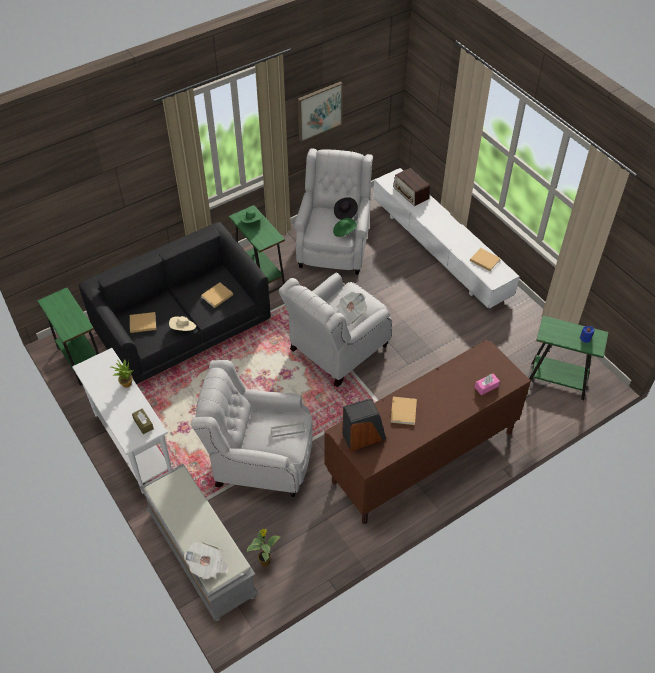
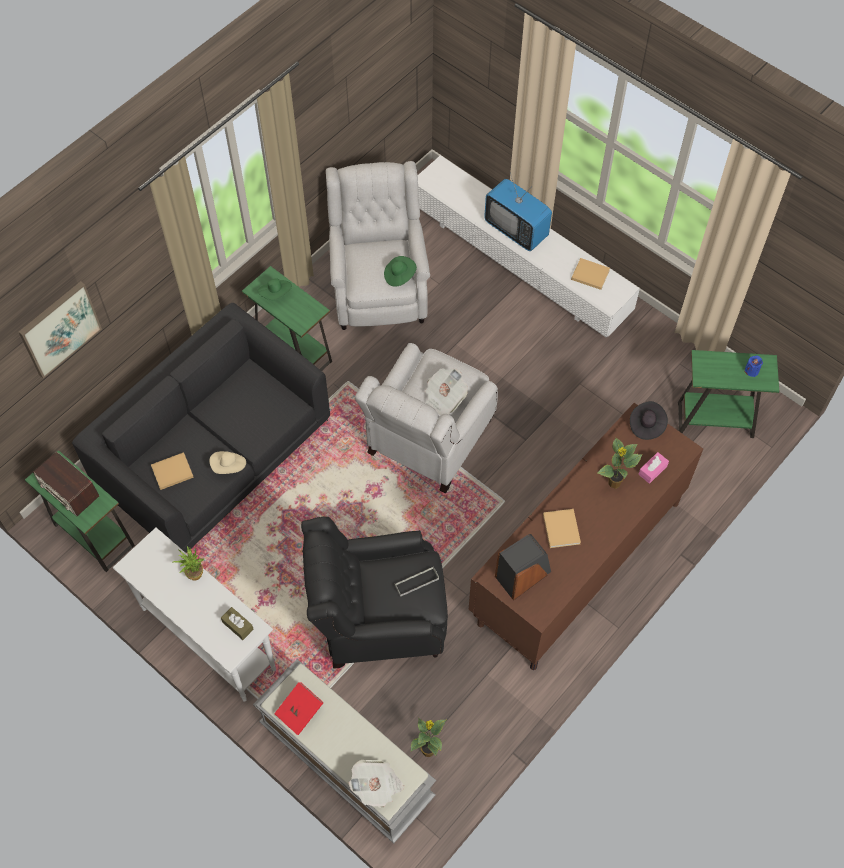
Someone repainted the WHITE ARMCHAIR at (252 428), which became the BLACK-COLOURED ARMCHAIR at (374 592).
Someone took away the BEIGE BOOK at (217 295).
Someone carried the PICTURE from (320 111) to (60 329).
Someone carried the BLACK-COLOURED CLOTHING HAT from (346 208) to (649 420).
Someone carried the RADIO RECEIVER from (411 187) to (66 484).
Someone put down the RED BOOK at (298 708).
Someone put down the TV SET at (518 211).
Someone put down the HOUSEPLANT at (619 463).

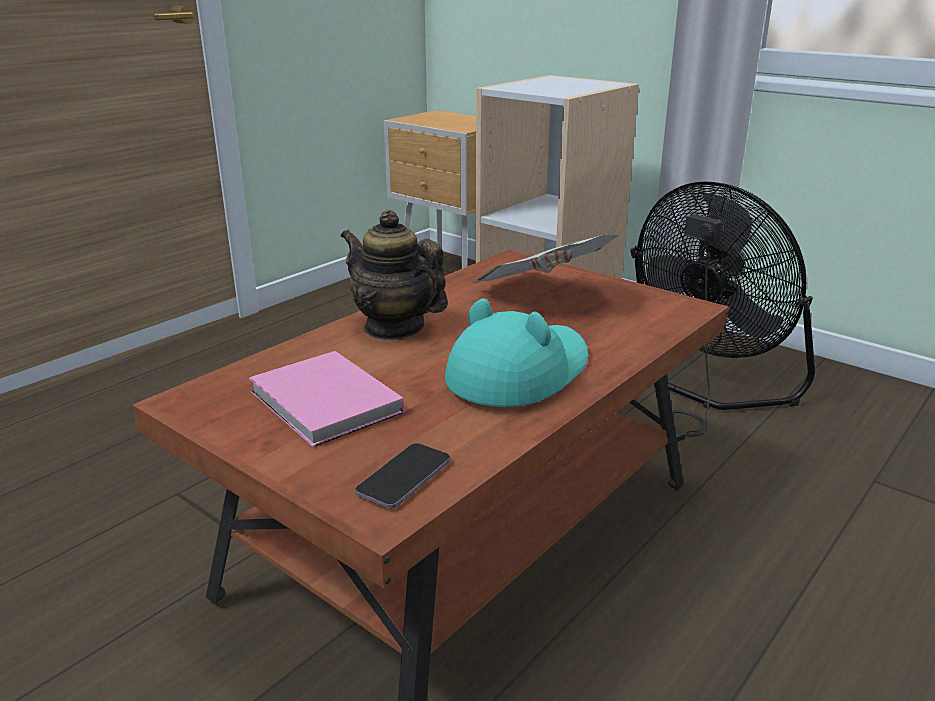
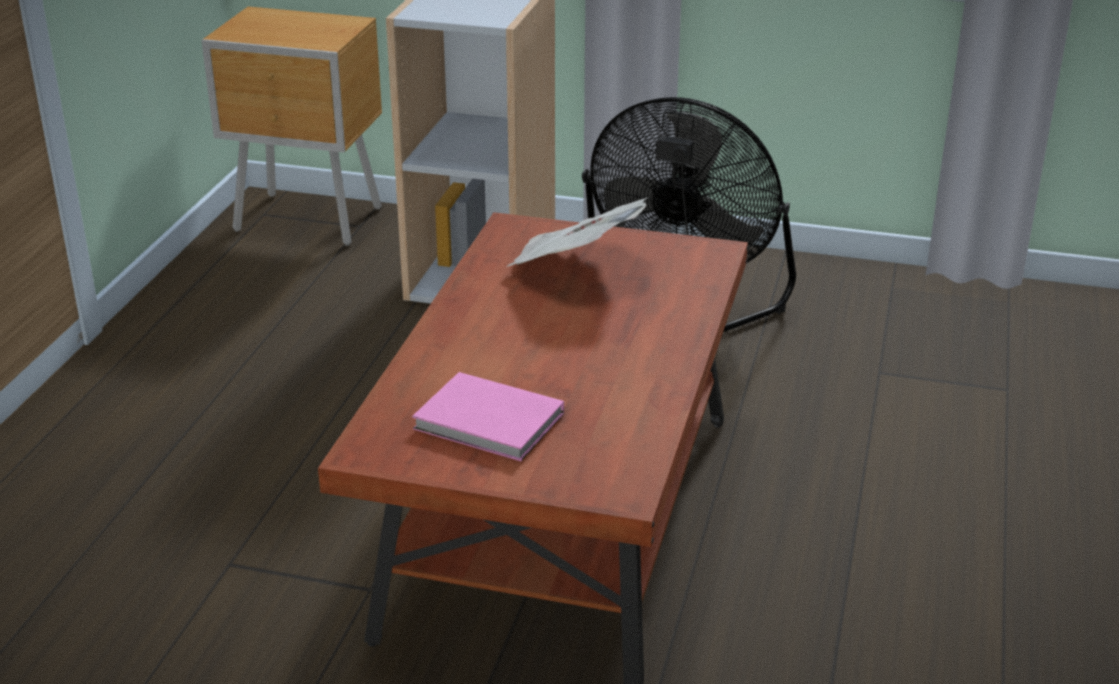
Someone took away the TEA POT at (394 274).
Someone took away the HANDSET at (402 476).
Someone took away the BLUE-GREEN CLOTHING HAT at (516 352).

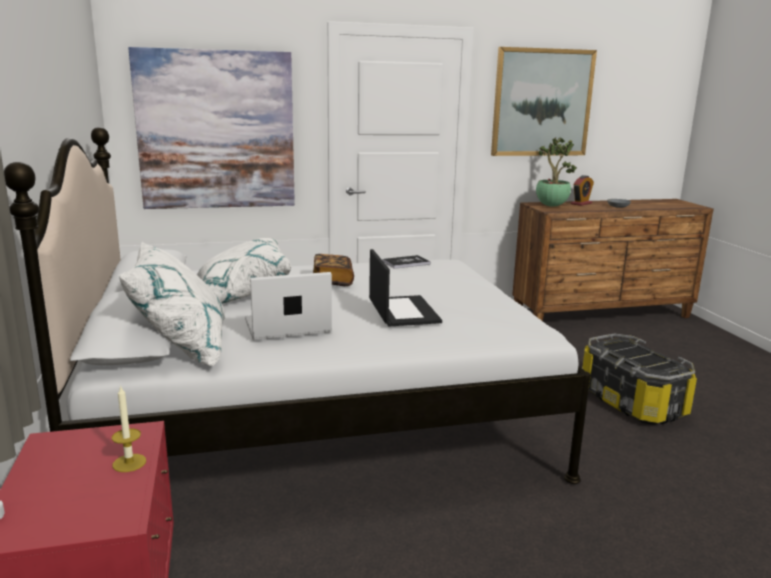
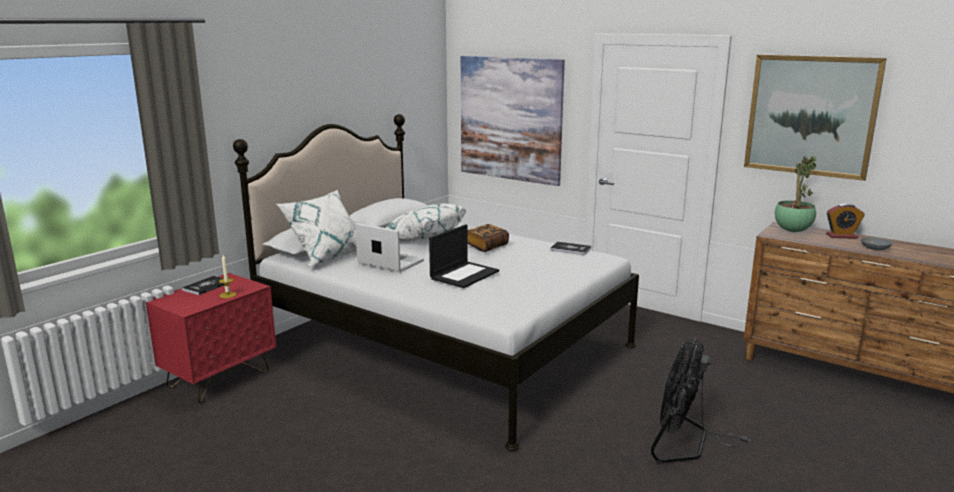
Someone swapped the STORAGE CONTAINER at (639 379) for the BLACK-COLOURED COOLING FAN at (700 401).
Someone put down the BOOK at (206 285).

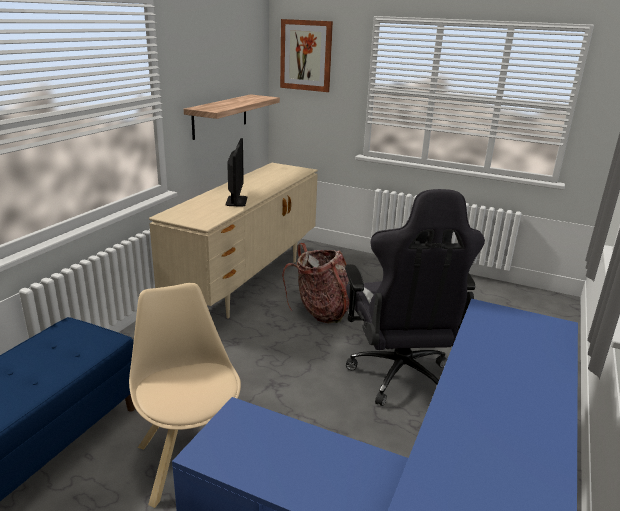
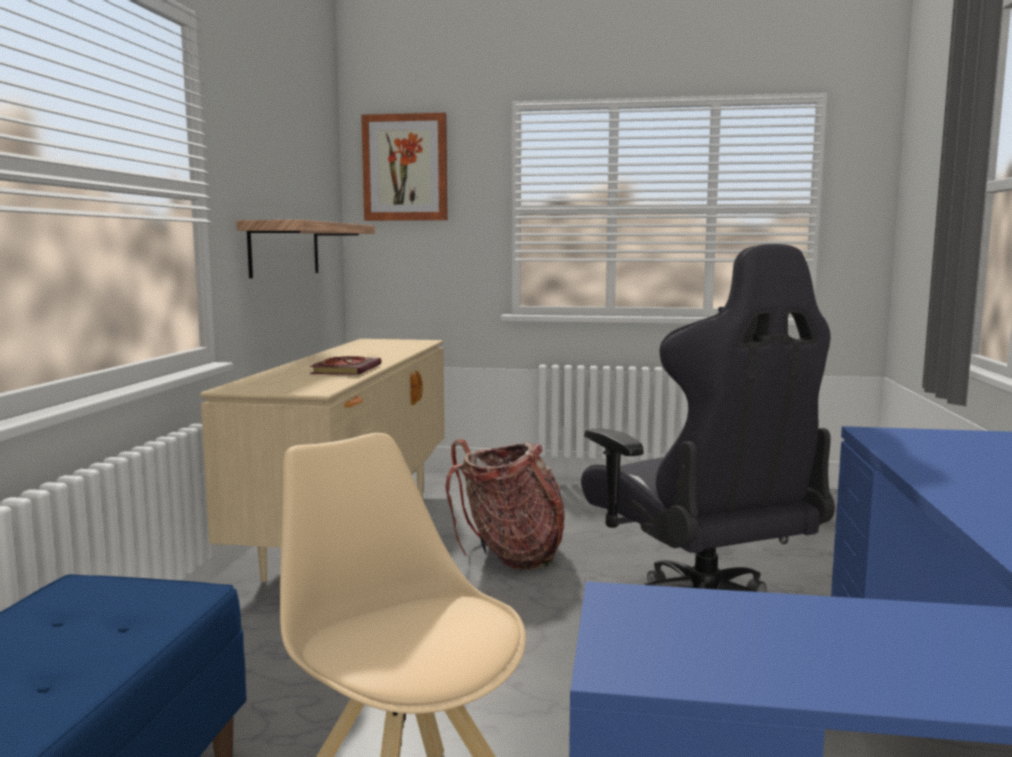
Someone swapped the MONITOR at (236 172) for the BOOK at (346 365).

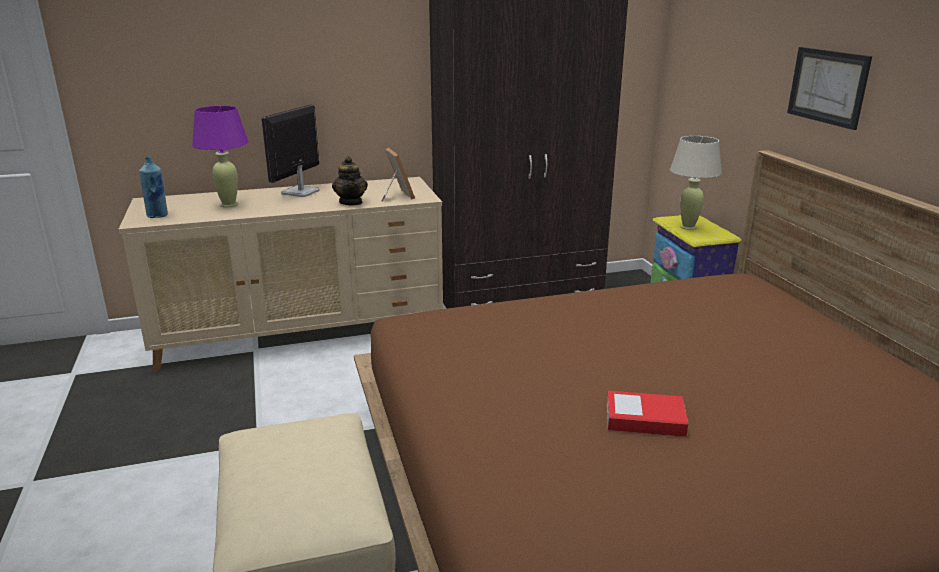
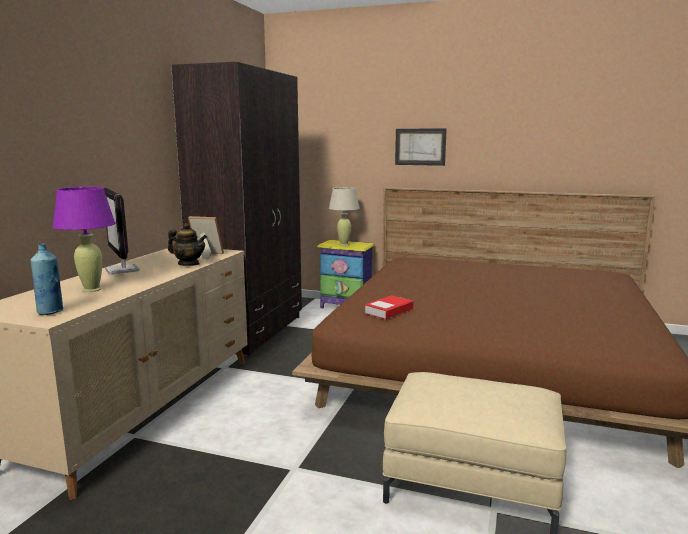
Someone carried the BOOK from (647 414) to (389 307).

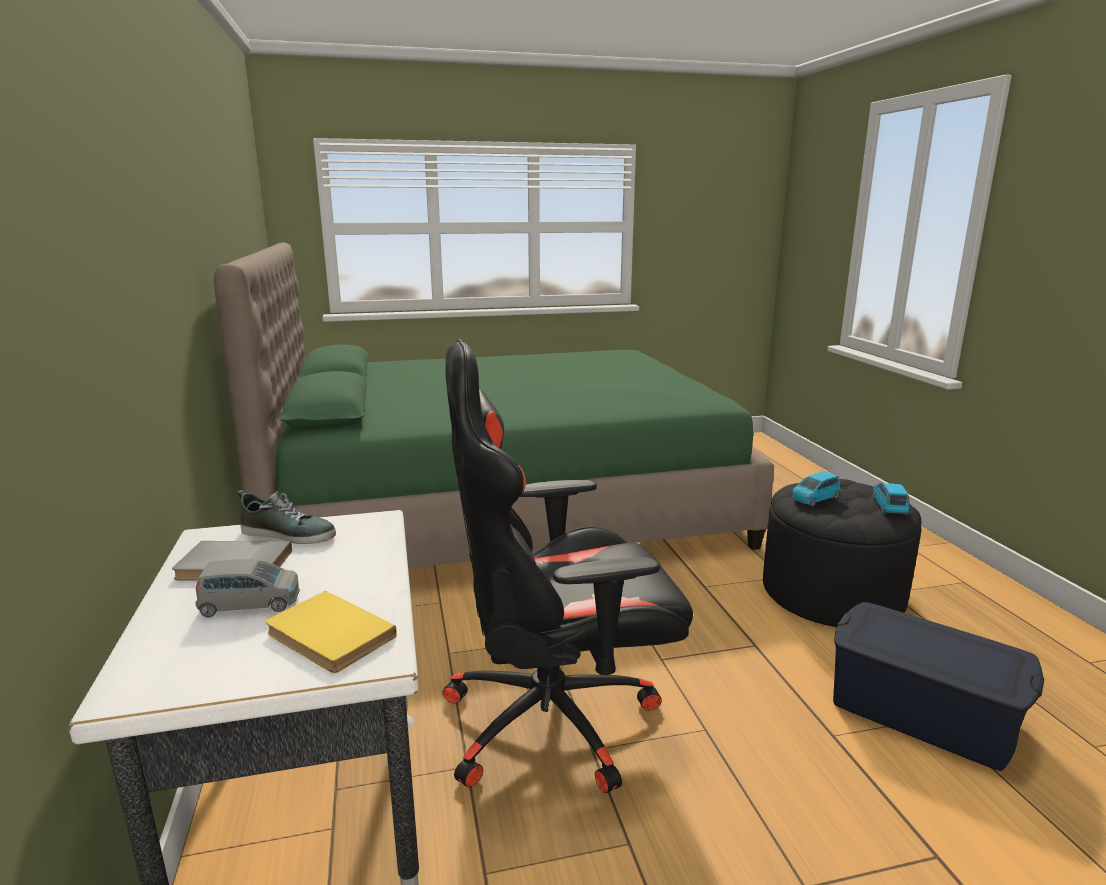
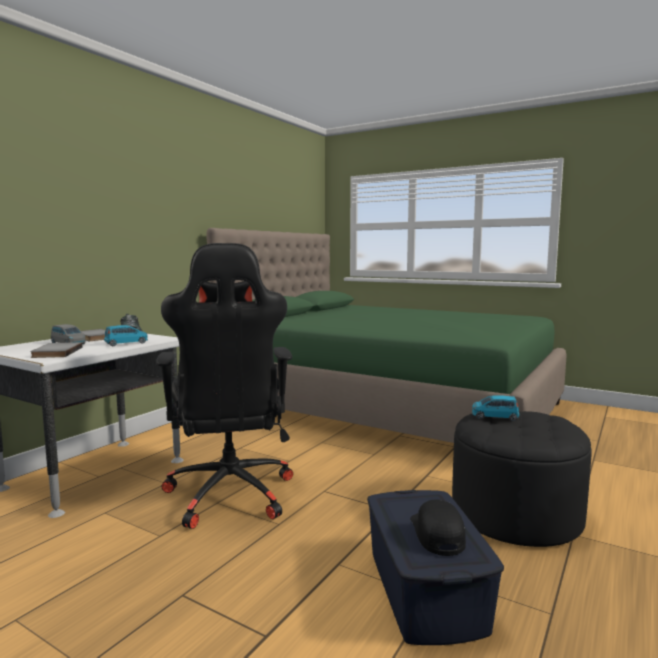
Someone repainted the YELLOWISH BOOK at (331 632), which became the GREYISH BOOK at (56 350).
Someone rotated the BLACK-COLOURED DESK CHAIR at (568 566) by 135 degrees counterclockwise.
Someone carried the BLUE-COLOURED TOY CAR from (891 499) to (126 335).
Someone put down the BLACK-COLOURED CAP at (438 527).

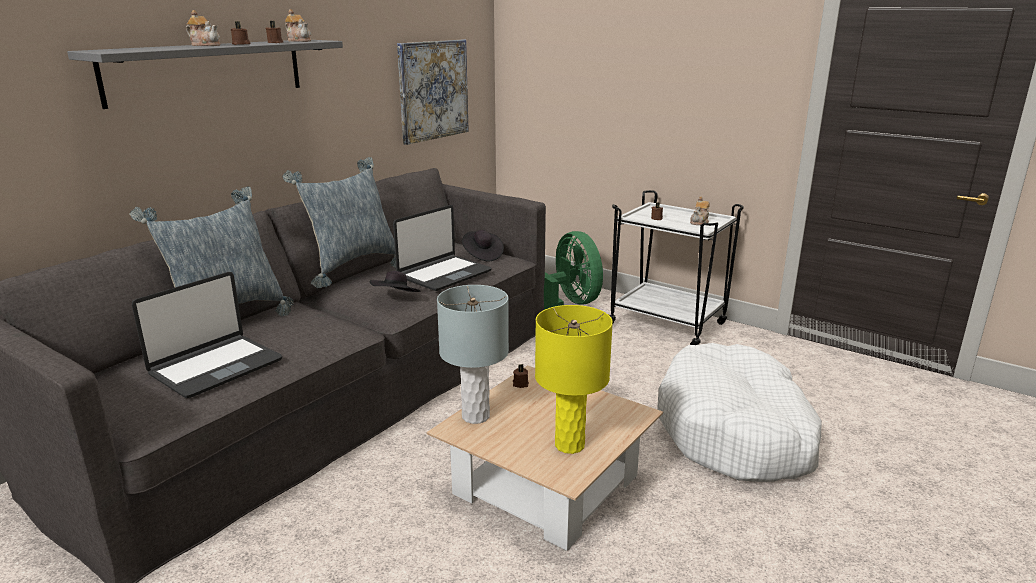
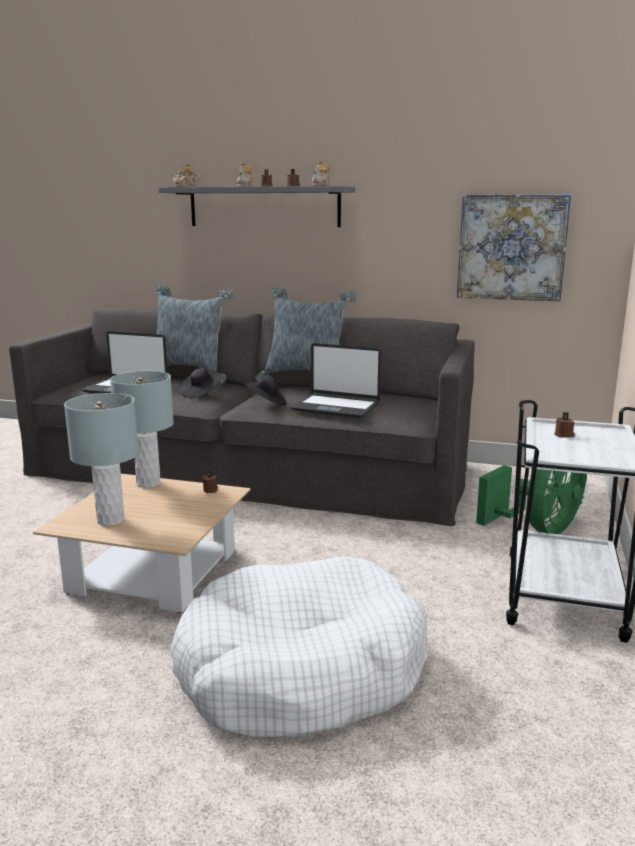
Someone carried the BLACK-COLOURED CLOTHING HAT from (483 246) to (200 383).
Someone repainted the YELLOWISH TABLE LAMP at (574 379), which became the GREYISH TABLE LAMP at (101 459).
Someone carried the TEA POT from (700 210) to (186 175).

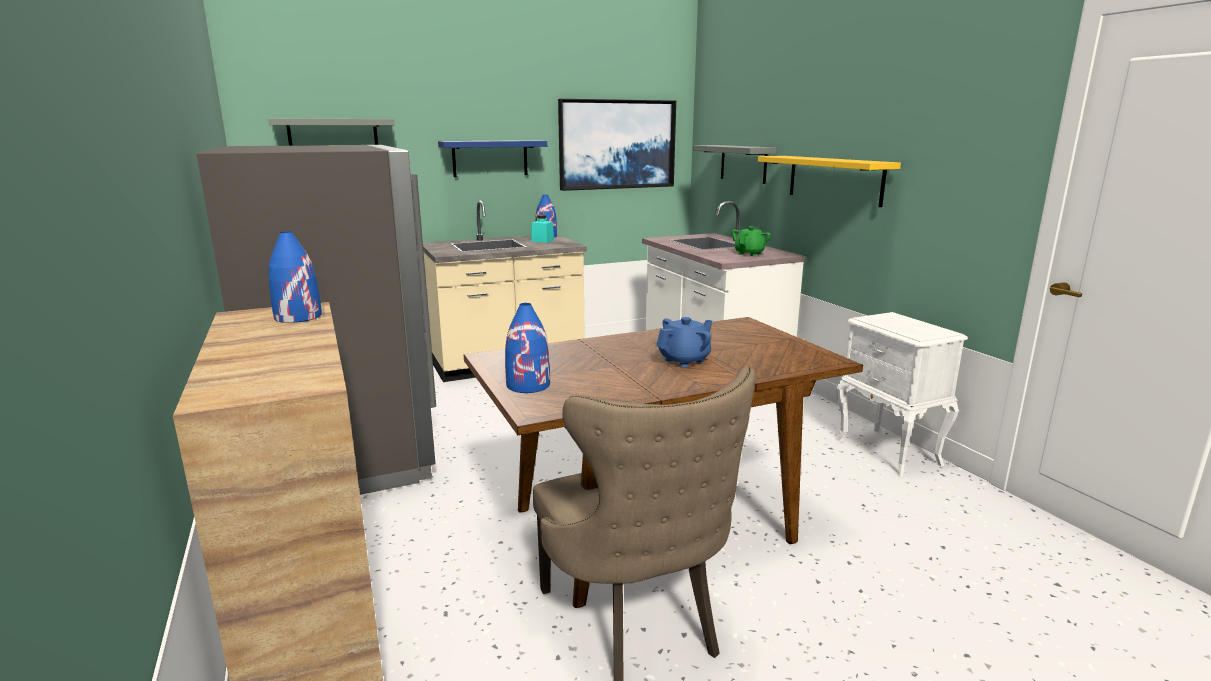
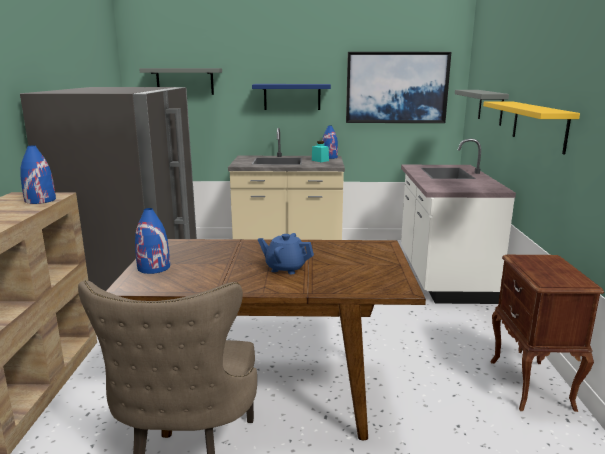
Someone rotated the BLUE-COLOURED TEA POT at (684 342) by 150 degrees counterclockwise.
Someone took away the GREEN-COLOURED TEA POT at (751 241).
Someone repainted the WHITE BEDSIDE TABLE at (901 394), which became the BROWN-COLOURED BEDSIDE TABLE at (547 333).

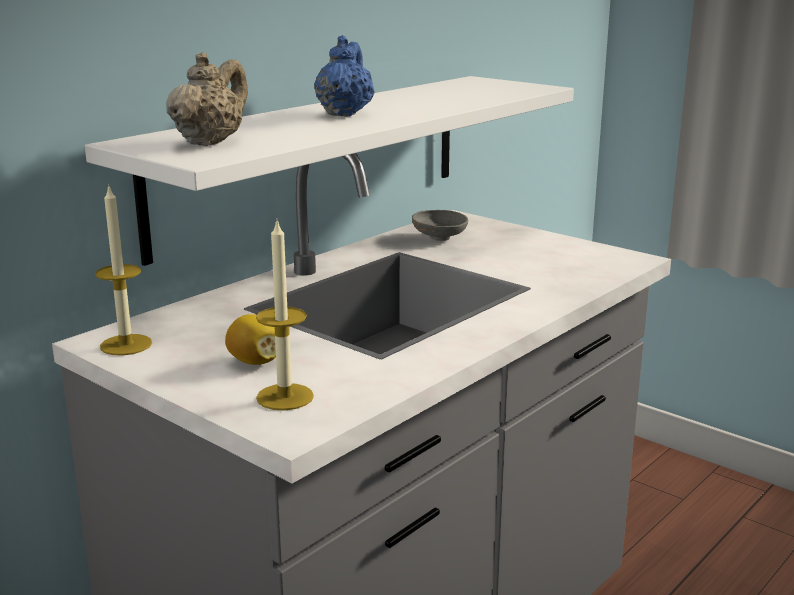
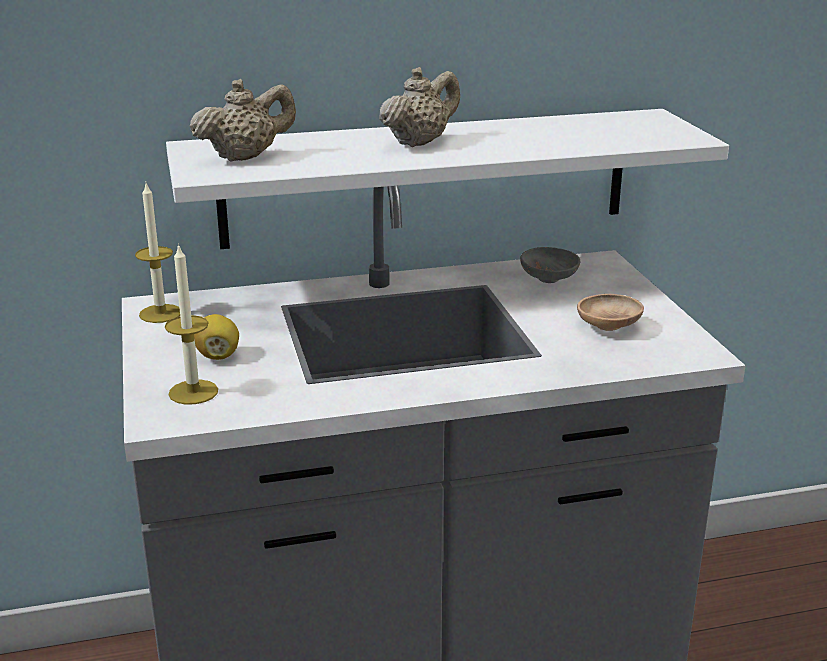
Someone repainted the BLUE-COLOURED TEA POT at (345 76), which became the BEIGE TEA POT at (419 107).
Someone put down the BROWN-COLOURED DEEP DISH at (610 312).

